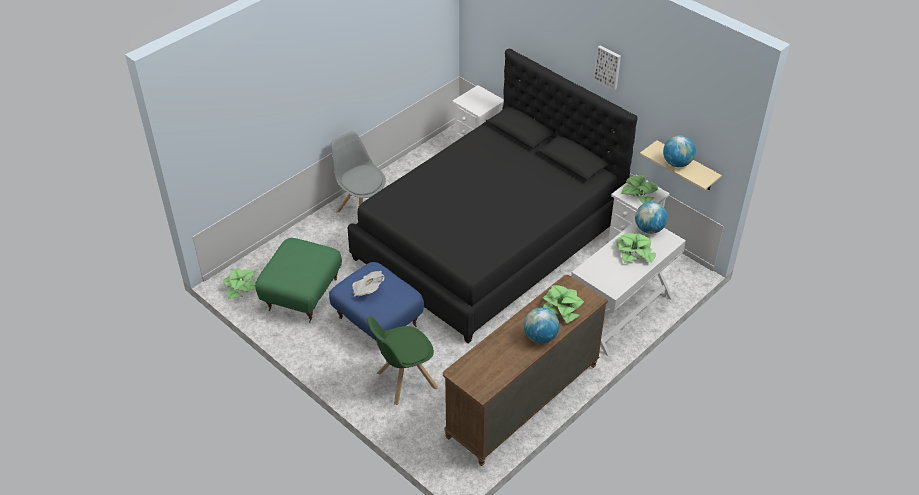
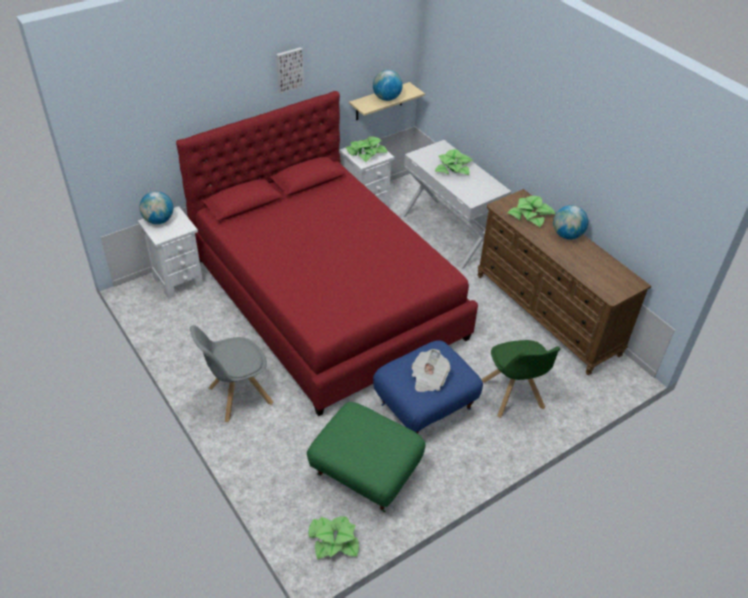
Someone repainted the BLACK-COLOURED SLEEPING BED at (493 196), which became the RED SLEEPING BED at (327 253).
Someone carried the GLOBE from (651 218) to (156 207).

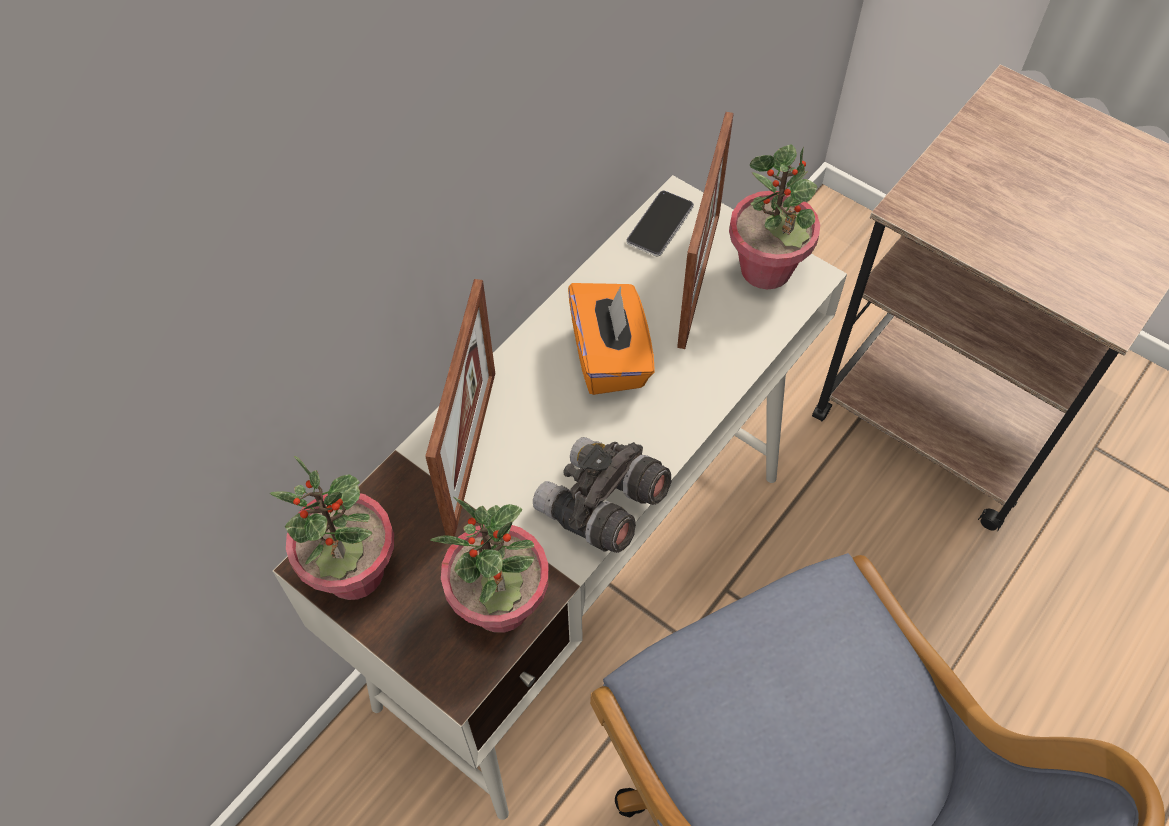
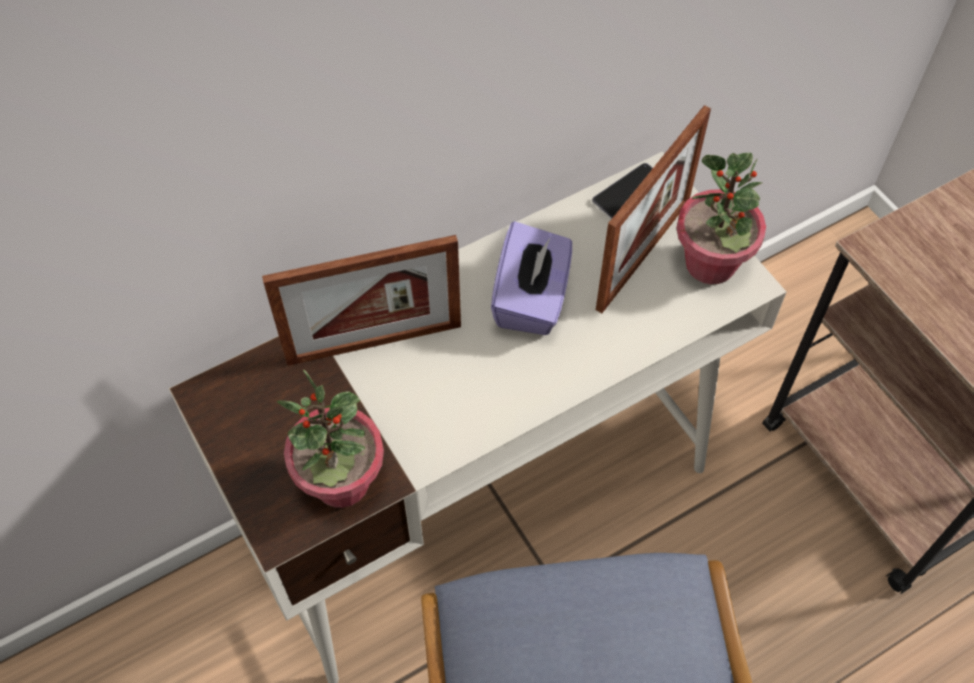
Someone took away the HOUSEPLANT at (332 528).
Someone rotated the STANDING FRAME at (460 408) by 45 degrees clockwise.
Someone took away the GREYISH BINOCULARS at (602 495).
Someone repainted the ORANGE-COLOURED TISSUE HOLDER at (611 339), which became the PURPLE-COLOURED TISSUE HOLDER at (531 278).

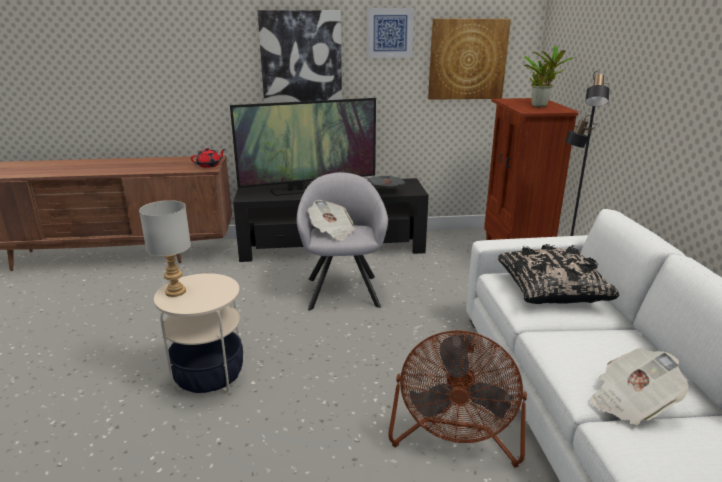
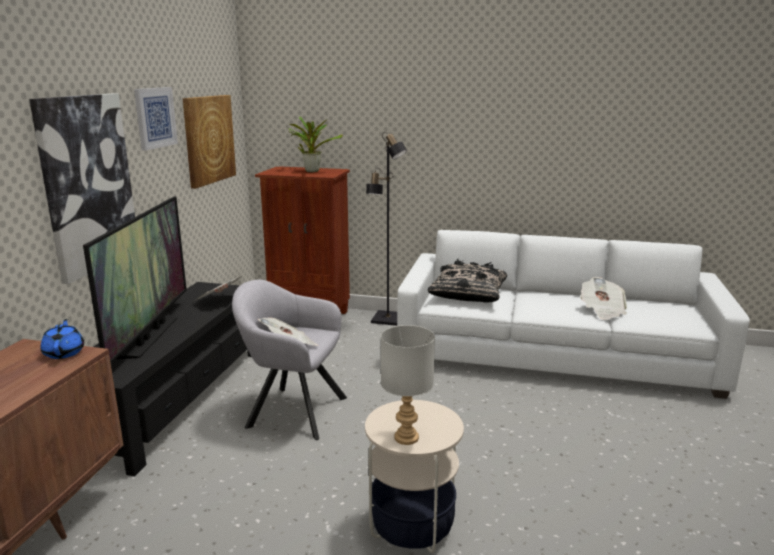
Someone repainted the RED TEA POT at (208 158), which became the BLUE-COLOURED TEA POT at (62 339).
Someone took away the BROWN-COLOURED COOLING FAN at (457 399).

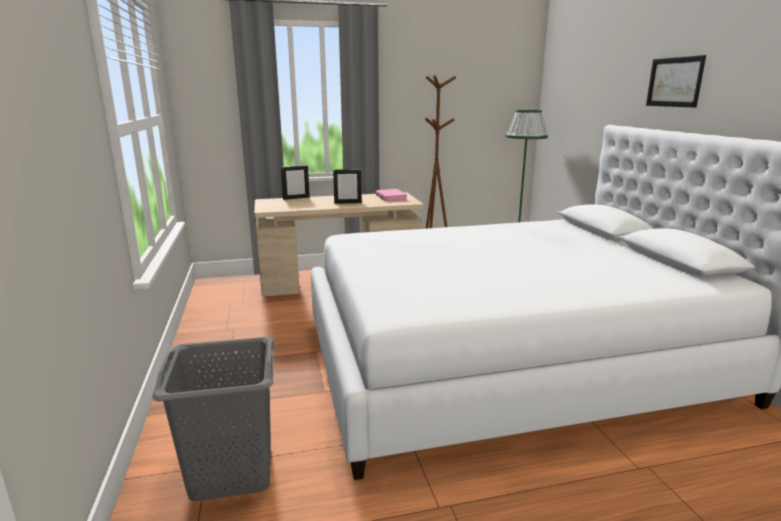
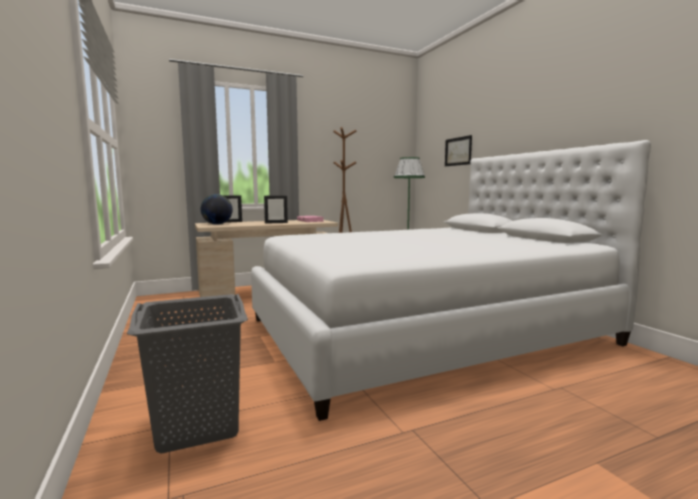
Someone carried the PICTURE from (676 81) to (458 150).
Someone put down the GLOBE at (216 209).

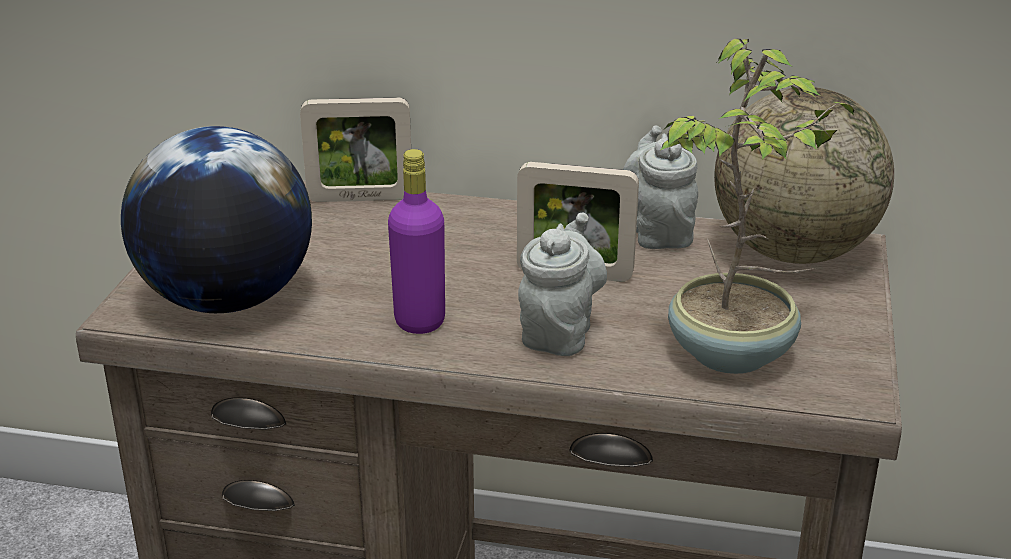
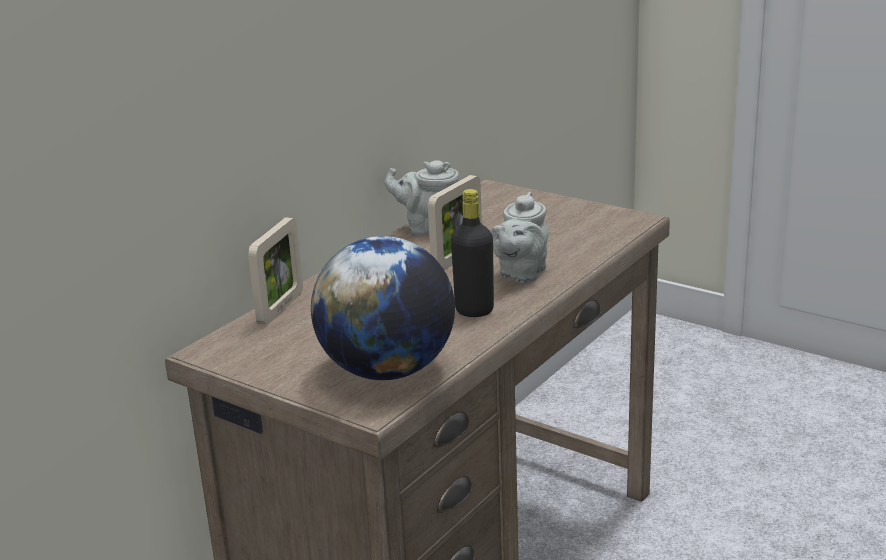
Someone repainted the PURPLE-COLOURED DRINK BOTTLE at (416 241), which became the BLACK-COLOURED DRINK BOTTLE at (472 253).
Someone rotated the GREYISH TEA POT at (562 284) by 105 degrees counterclockwise.
Someone took away the HOUSEPLANT at (757 206).
Someone took away the GLOBE at (804 175).

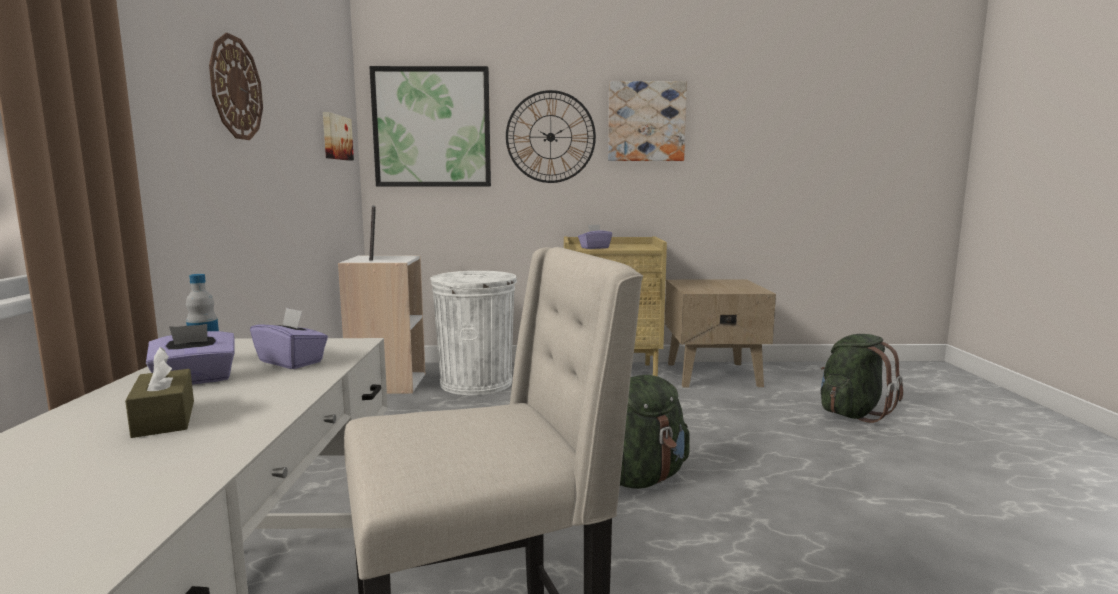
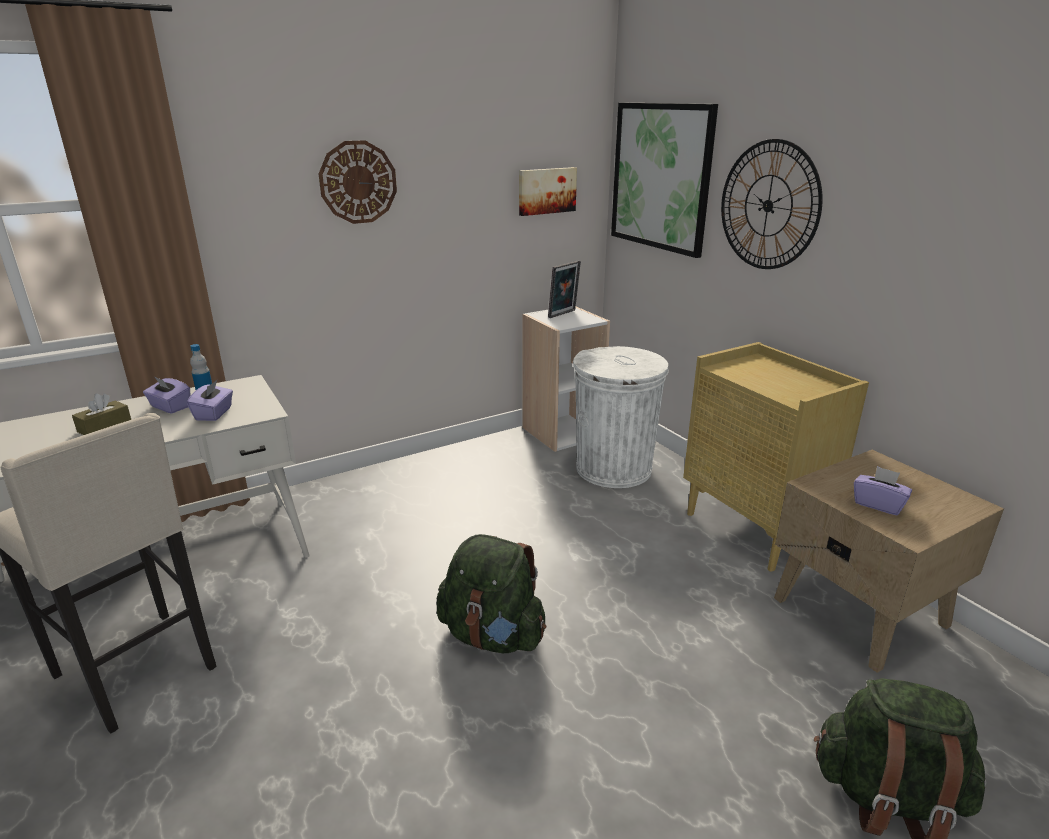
Someone carried the PURPLE-COLOURED TISSUE HOLDER from (595 236) to (883 490).
Someone took away the PICTURE at (647 121).

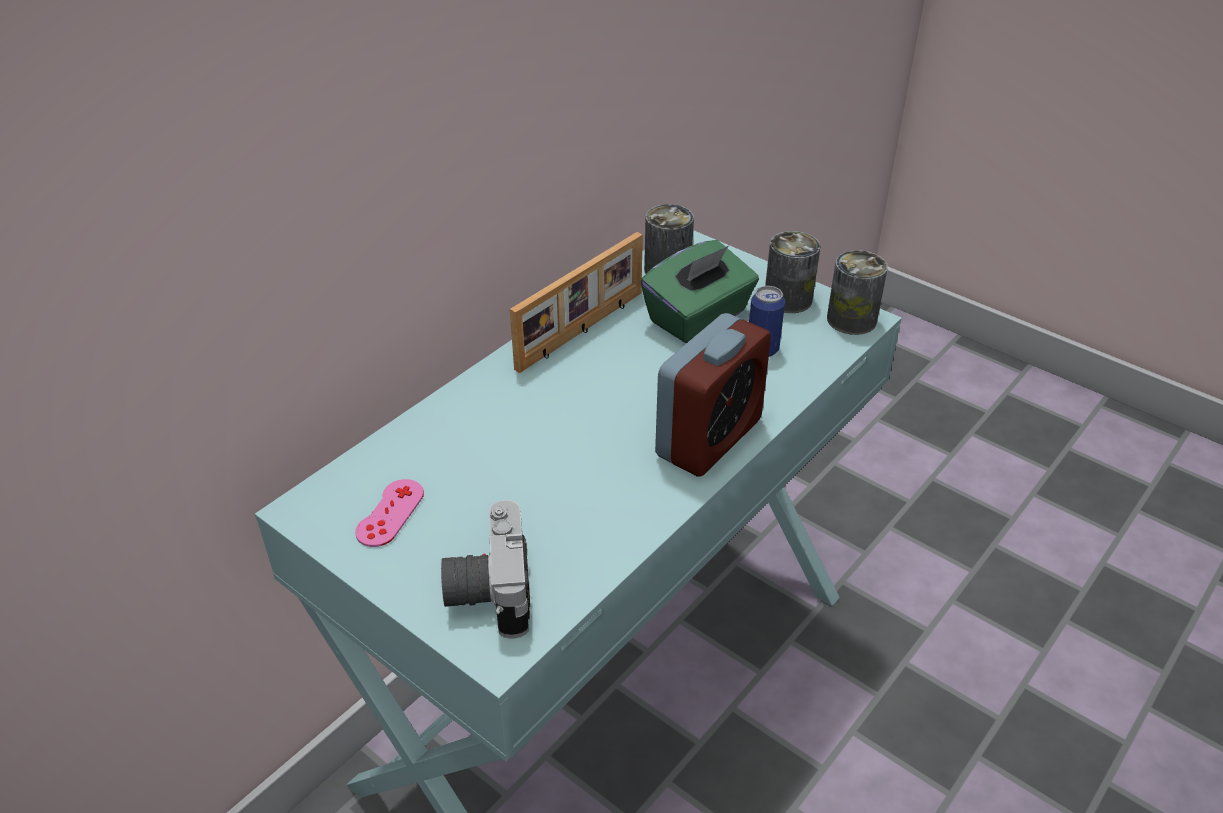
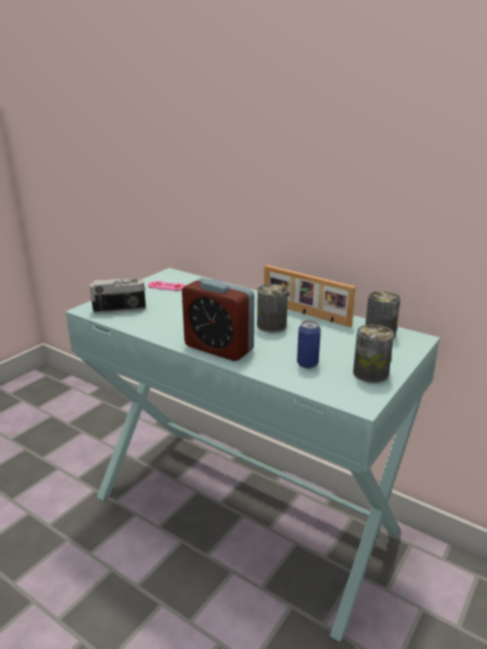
Someone took away the GREEN-COLOURED TISSUE HOLDER at (700 291).
Someone carried the SEALED CAN from (857 292) to (272 308).

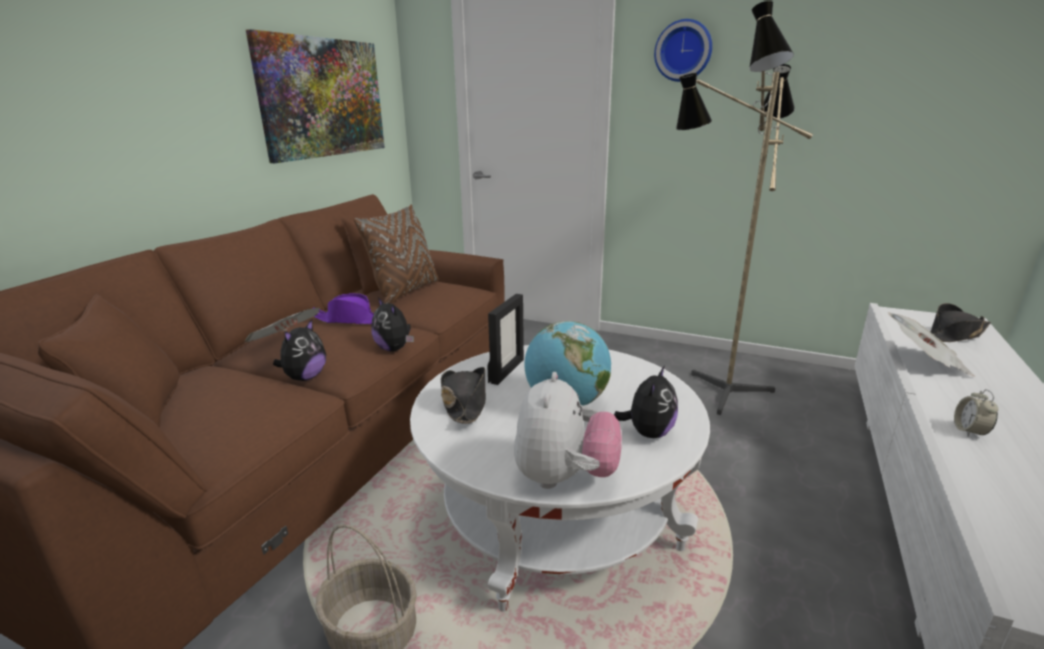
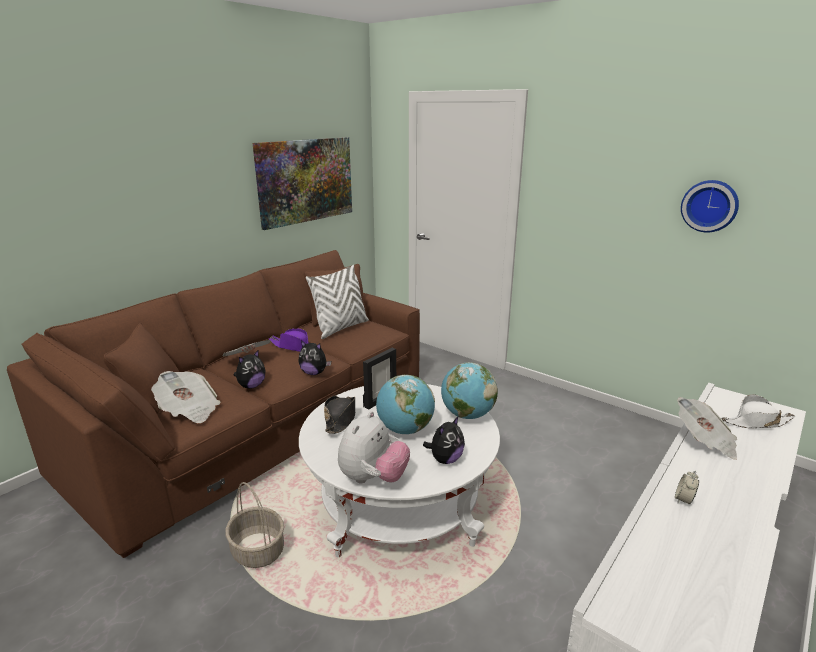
Someone repainted the BROWN-COLOURED THROW PILLOW at (396 254), which became the WHITE THROW PILLOW at (337 302).
Someone rotated the PLUSH TOY at (392 324) by 45 degrees counterclockwise.
Someone carried the WALL CLOCK from (683 50) to (710 206).
Someone took away the STANDARD LAMP at (744 208).
Someone repainted the BLACK-COLOURED CLOTHING HAT at (960 322), which became the WHITE CLOTHING HAT at (758 411).
Someone put down the PRINTED PAPER at (186 397).
Someone put down the GLOBE at (469 390).

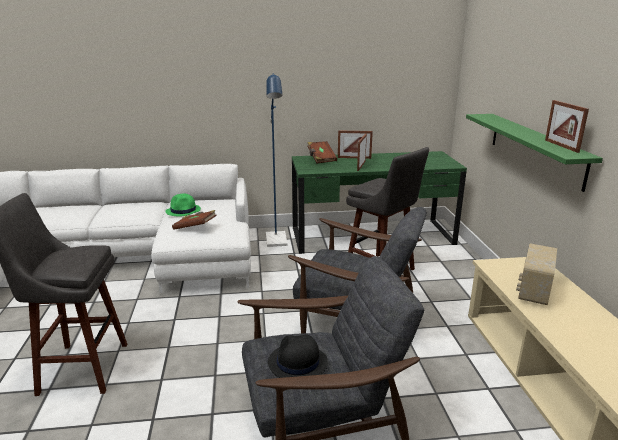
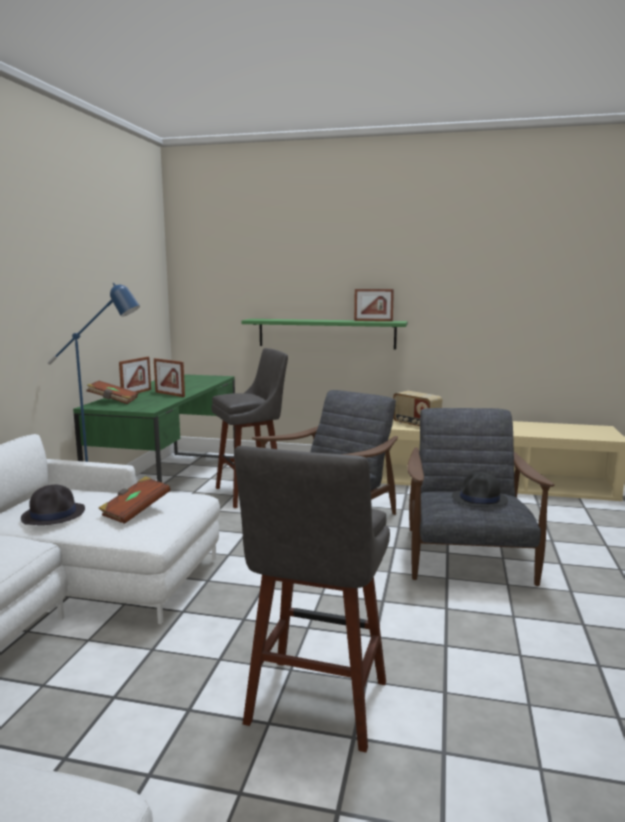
Someone repainted the GREEN-COLOURED CLOTHING HAT at (183 204), which became the BLACK-COLOURED CLOTHING HAT at (53 505).

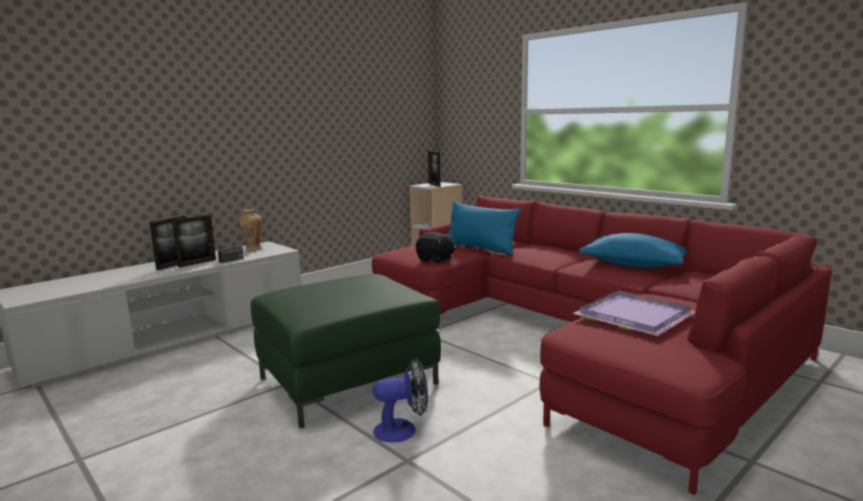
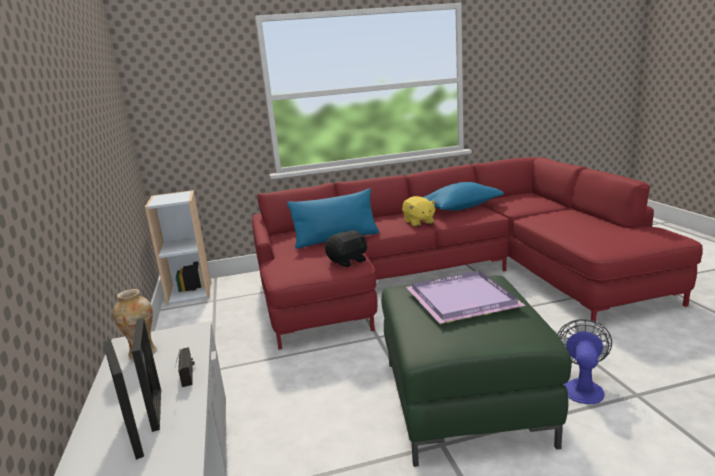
Someone took away the STANDING FRAME at (434 169).
Someone carried the PURPLE-COLOURED CARRYING TRAY from (633 313) to (466 297).
Someone put down the YELLOWISH PLUSH TOY at (419 211).

